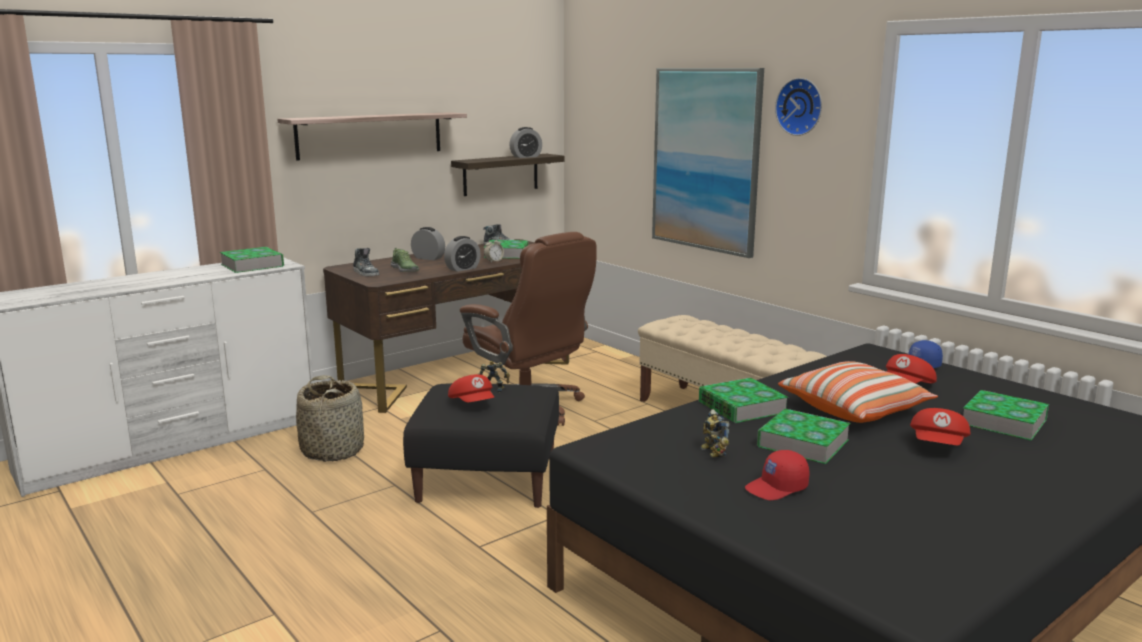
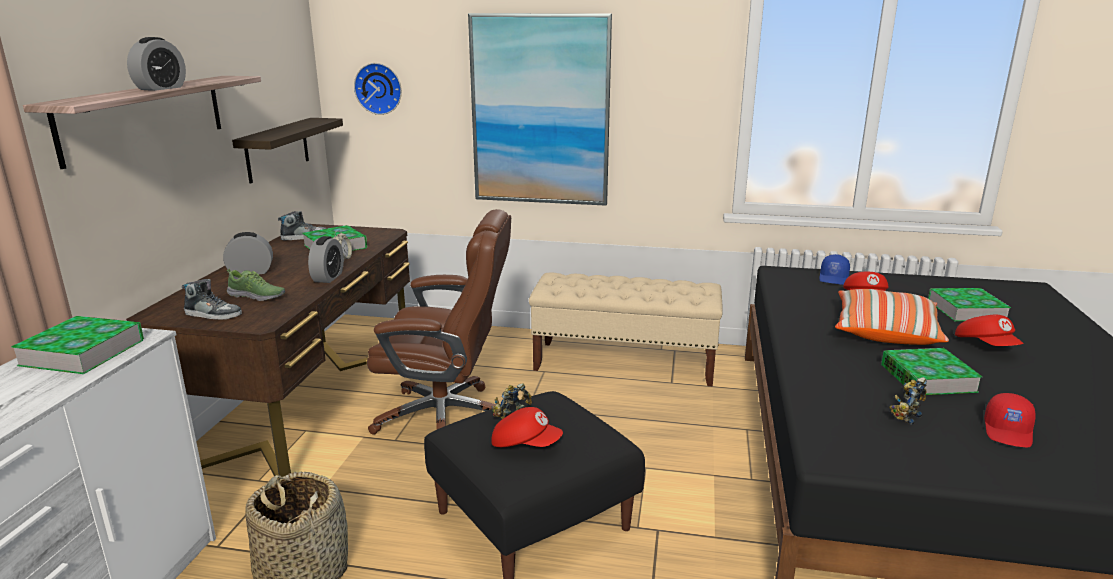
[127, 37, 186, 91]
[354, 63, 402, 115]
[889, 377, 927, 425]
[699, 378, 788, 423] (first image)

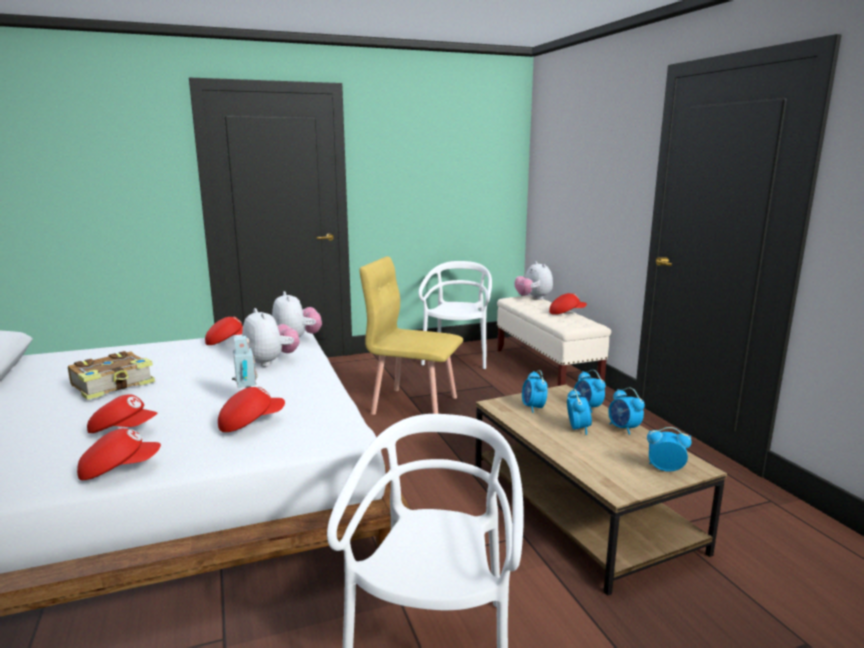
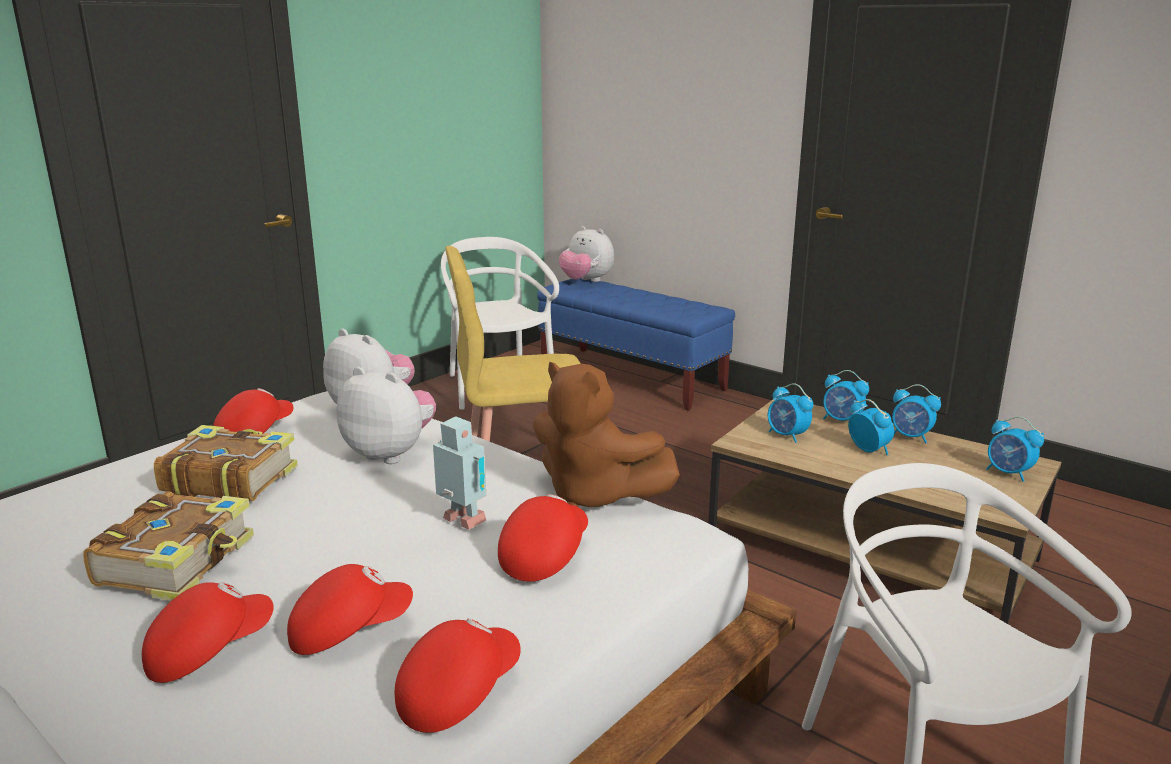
[142, 582, 274, 683]
[154, 425, 298, 501]
[533, 362, 680, 507]
[537, 278, 735, 411]
[986, 417, 1044, 482]

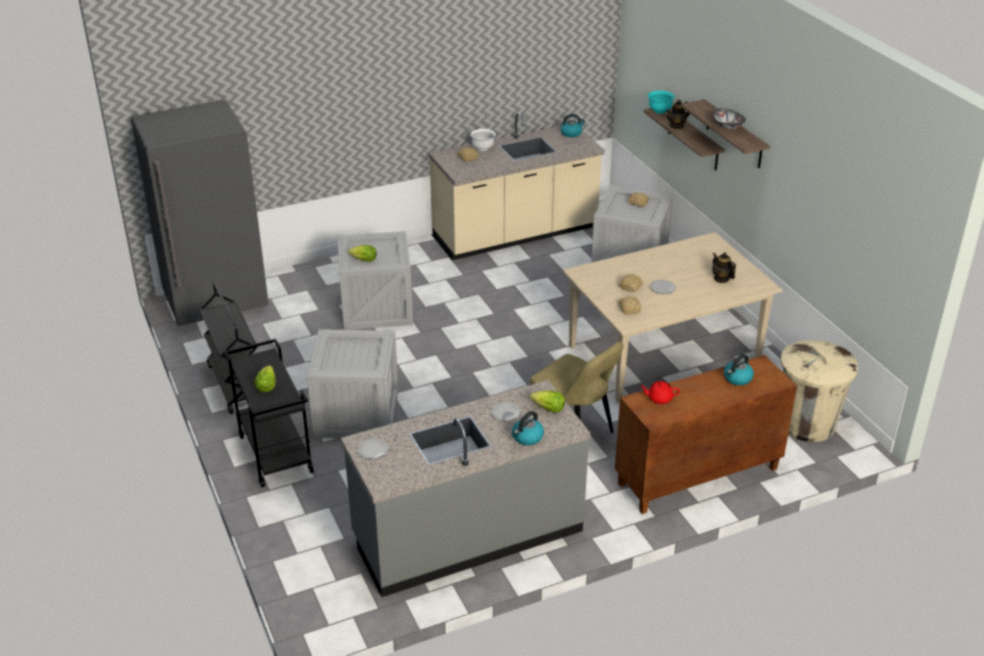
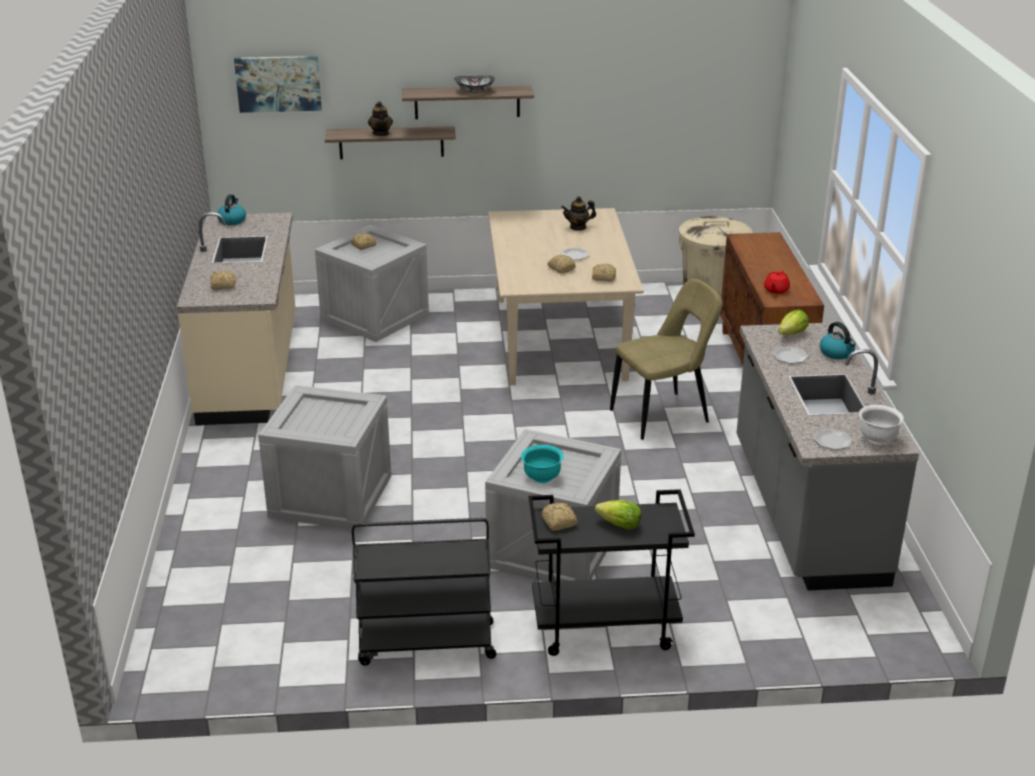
[234, 56, 322, 113]
[521, 444, 563, 483]
[542, 503, 578, 531]
[859, 405, 904, 444]
[131, 100, 269, 326] (first image)
[348, 245, 377, 262] (first image)
[724, 354, 754, 386] (first image)

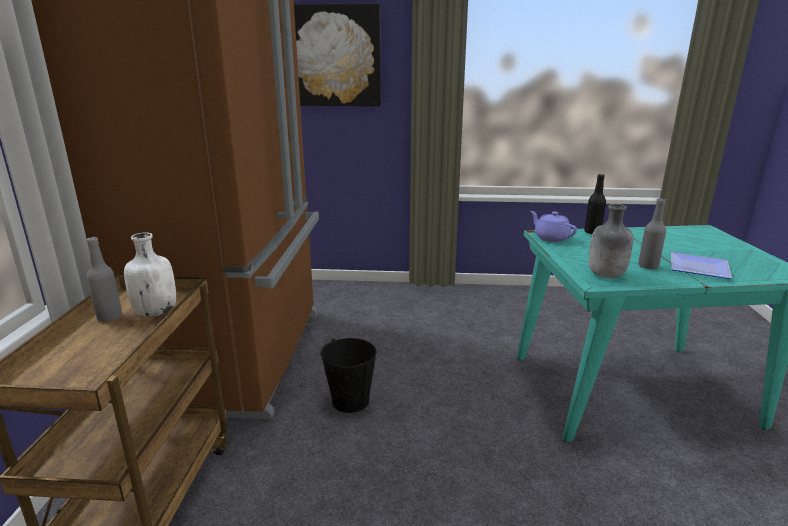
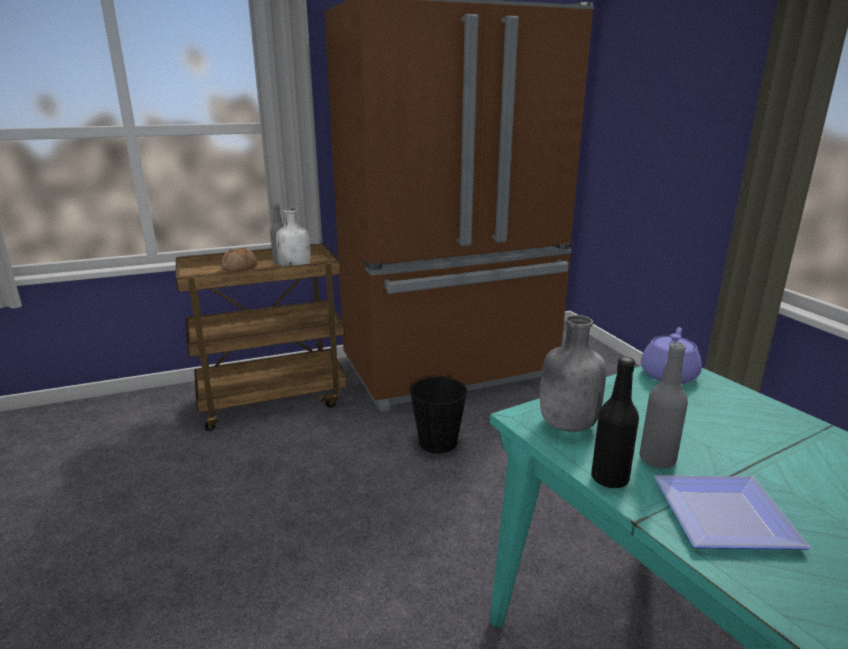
[221, 248, 258, 272]
[591, 357, 639, 488]
[294, 4, 381, 106] (first image)

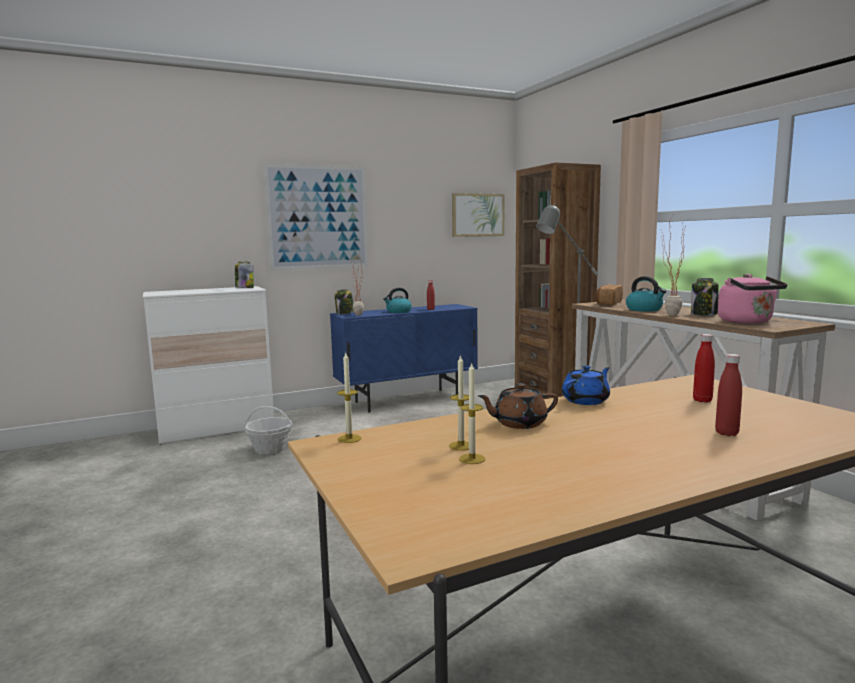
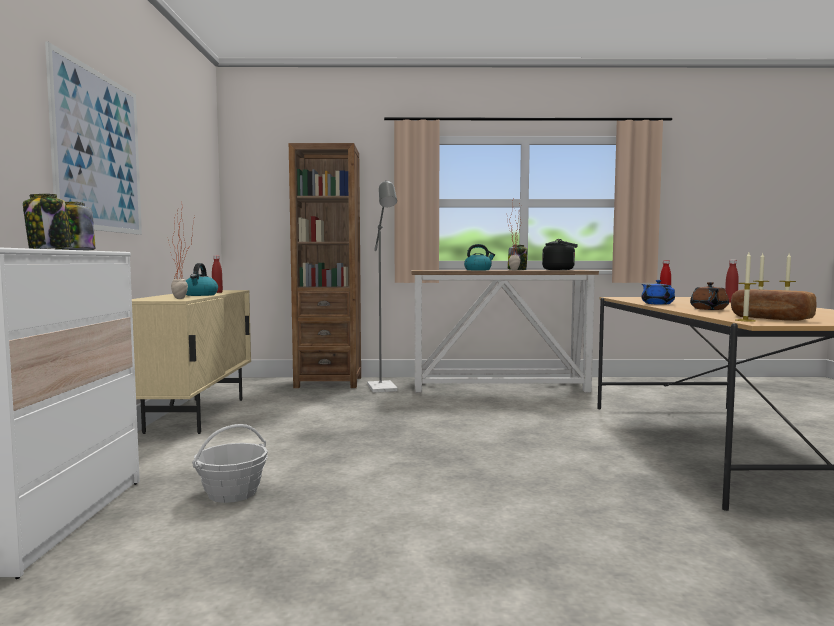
[23, 194, 72, 249]
[132, 290, 251, 434]
[542, 239, 578, 270]
[731, 289, 817, 321]
[452, 193, 504, 237] (first image)

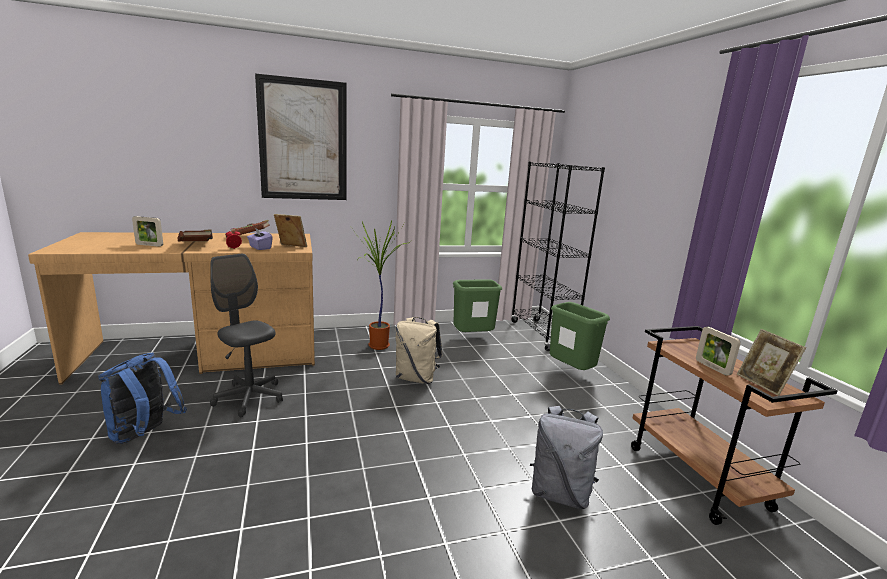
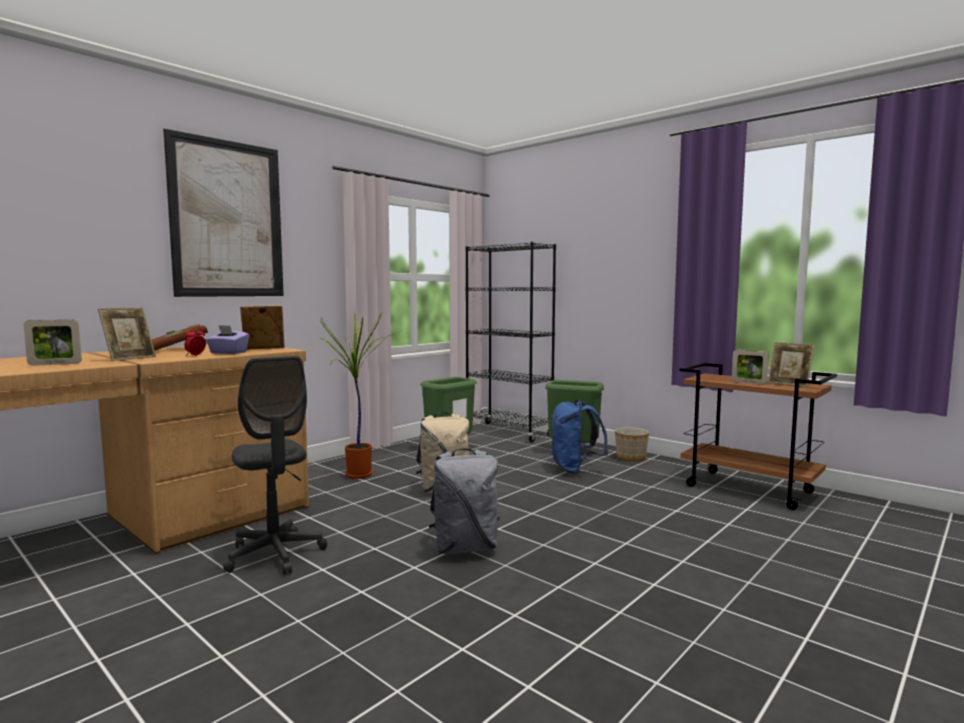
[98, 308, 156, 361]
[223, 356, 327, 575]
[429, 448, 499, 554]
[551, 400, 608, 474]
[615, 427, 649, 461]

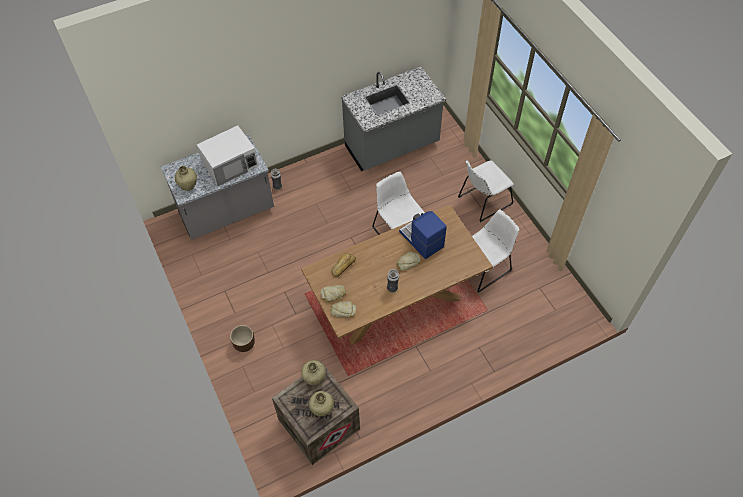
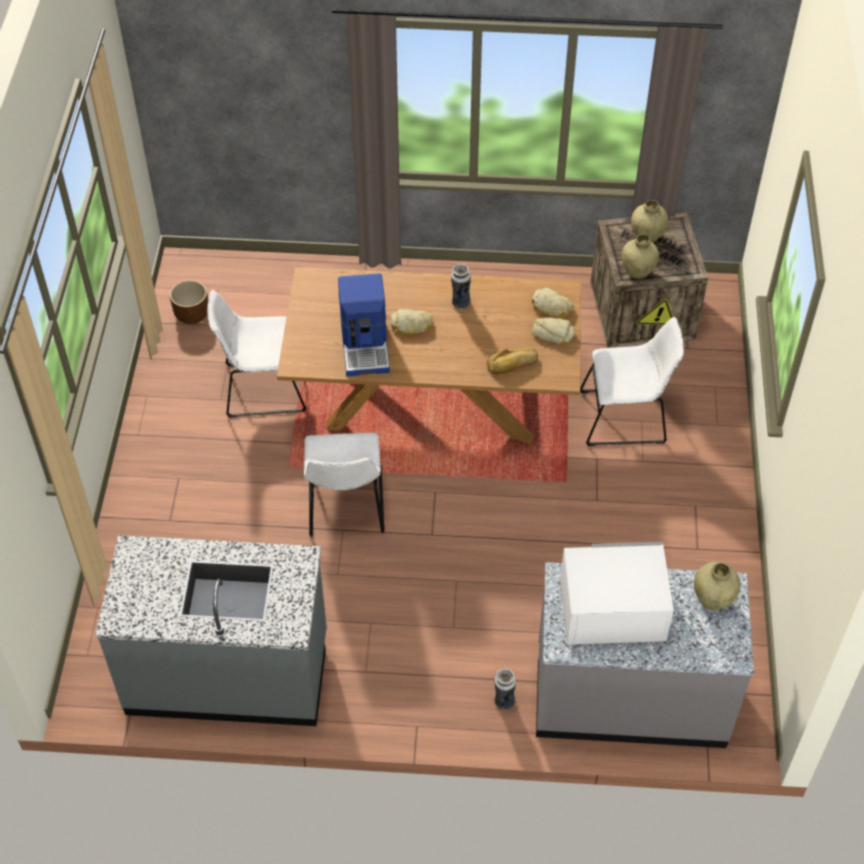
[170, 280, 208, 324]
[580, 317, 684, 446]

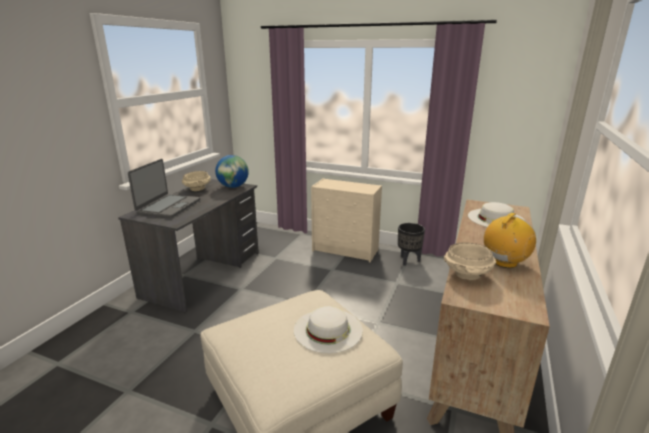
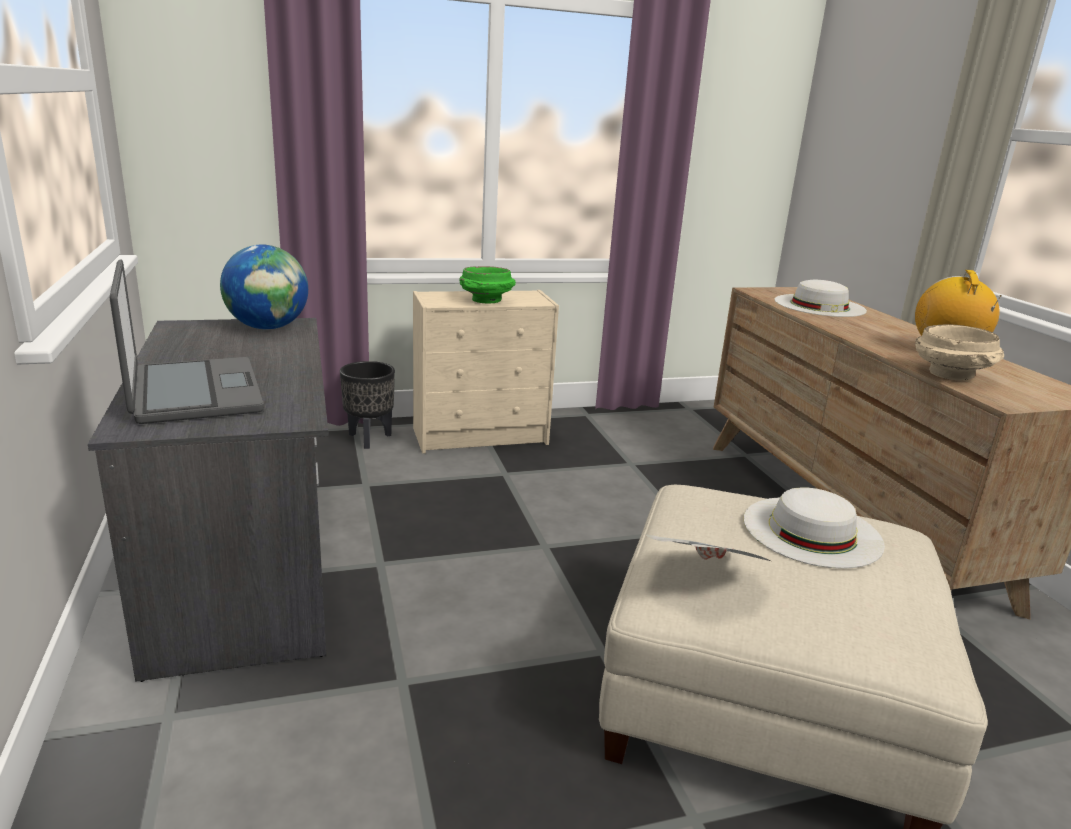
[340, 361, 395, 449]
[460, 266, 516, 303]
[644, 534, 771, 561]
[182, 171, 211, 191] (first image)

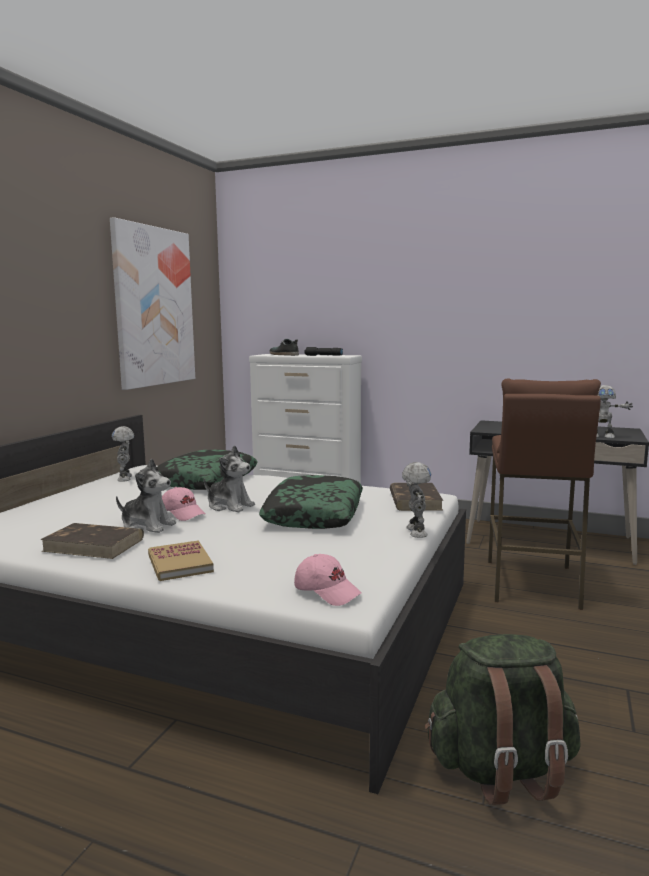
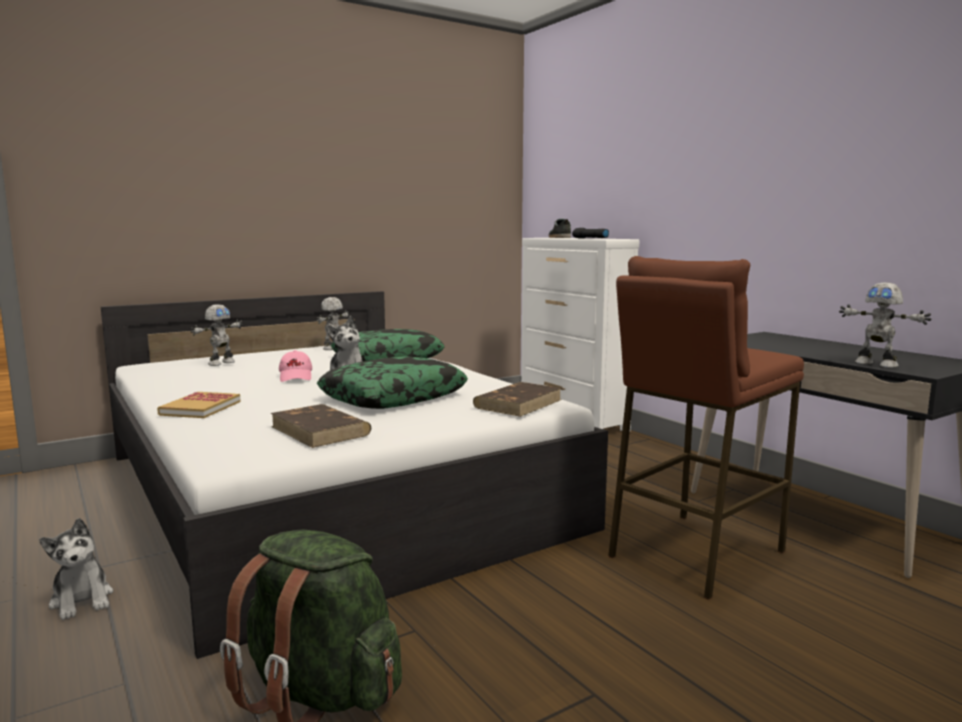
[39, 518, 113, 620]
[190, 304, 243, 366]
[270, 404, 371, 448]
[110, 217, 195, 390] (first image)
[294, 554, 362, 606] (first image)

